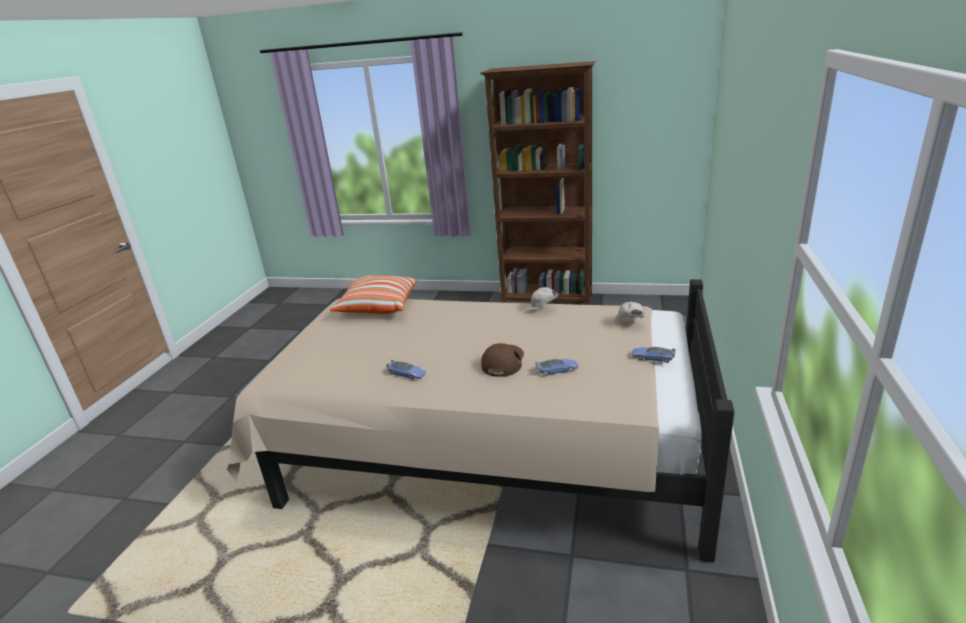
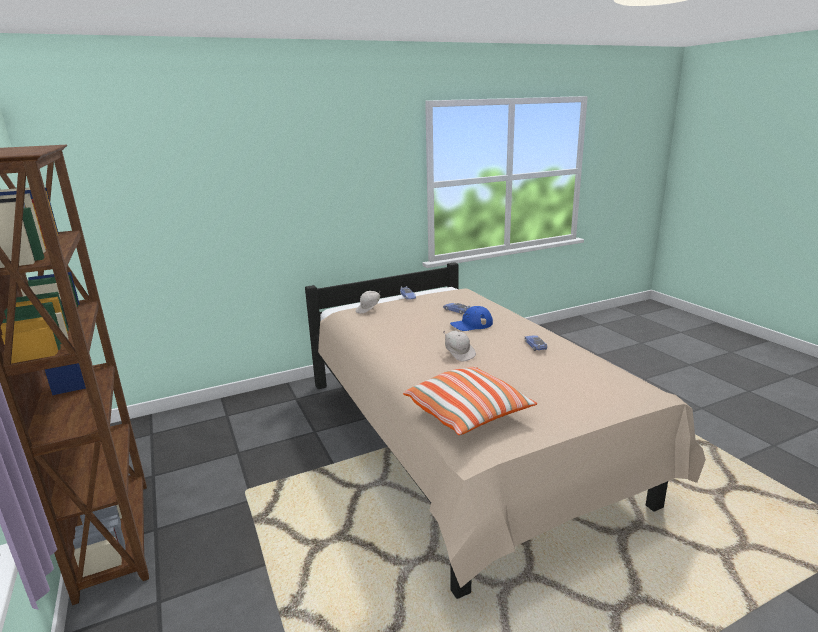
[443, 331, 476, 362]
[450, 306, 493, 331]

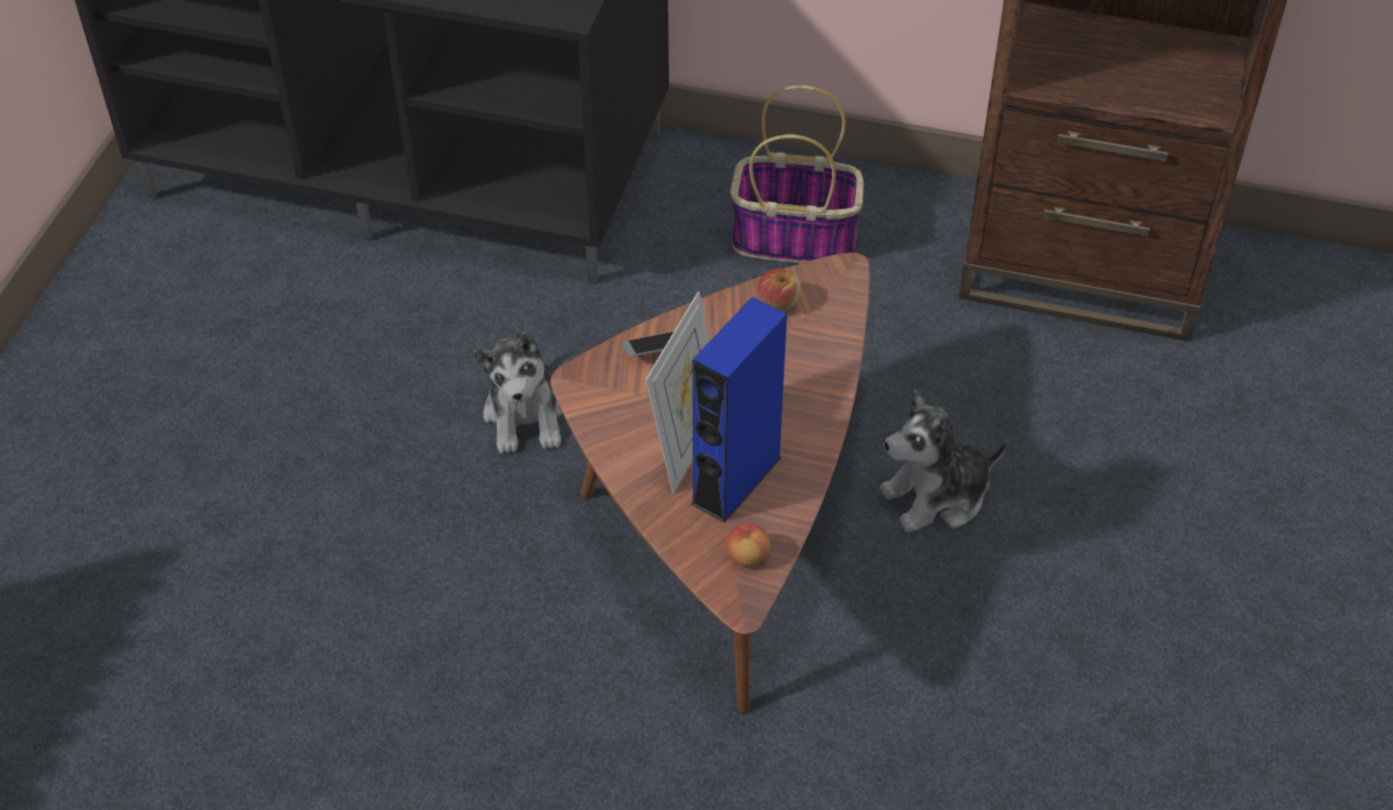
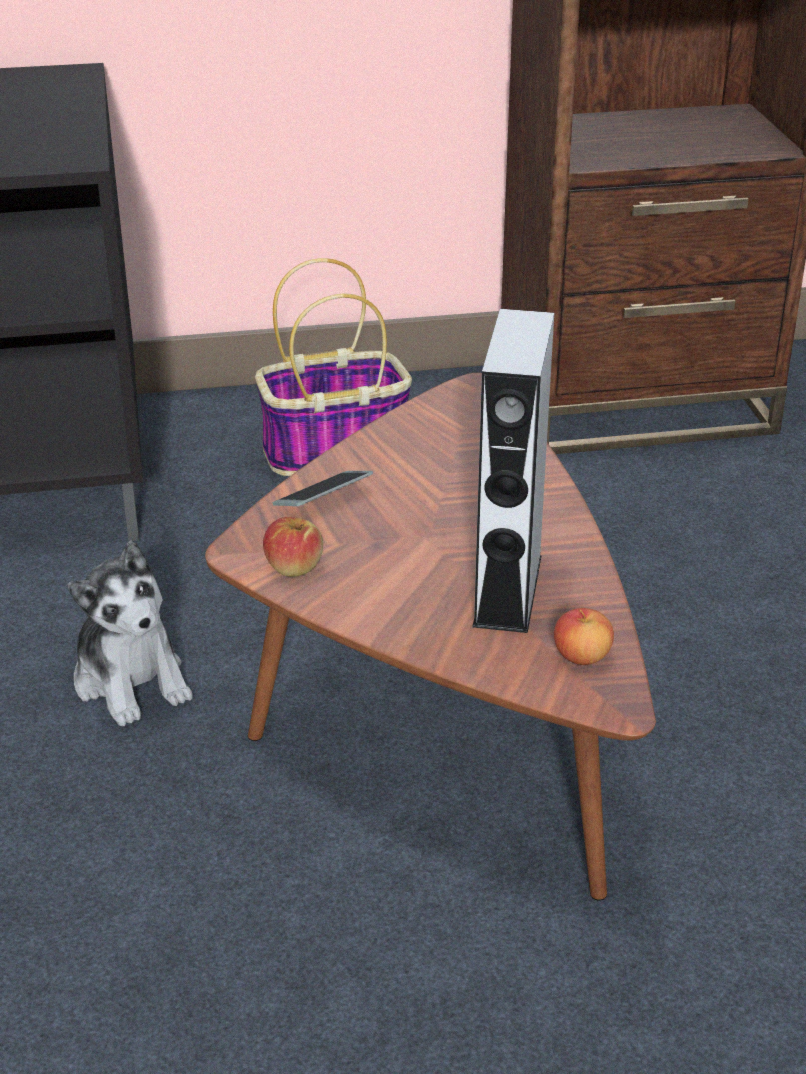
[263, 517, 323, 577]
[472, 309, 554, 633]
[645, 291, 710, 494] (first image)
[880, 390, 1008, 533] (first image)

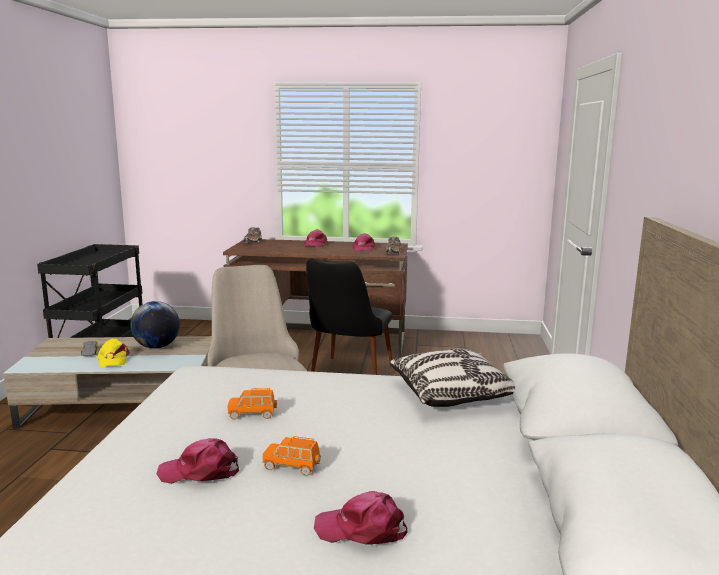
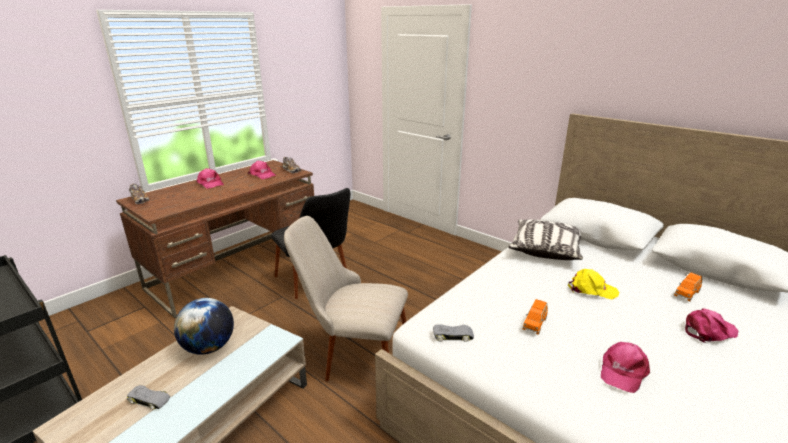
[433, 324, 474, 342]
[568, 269, 619, 299]
[674, 272, 702, 302]
[685, 308, 738, 343]

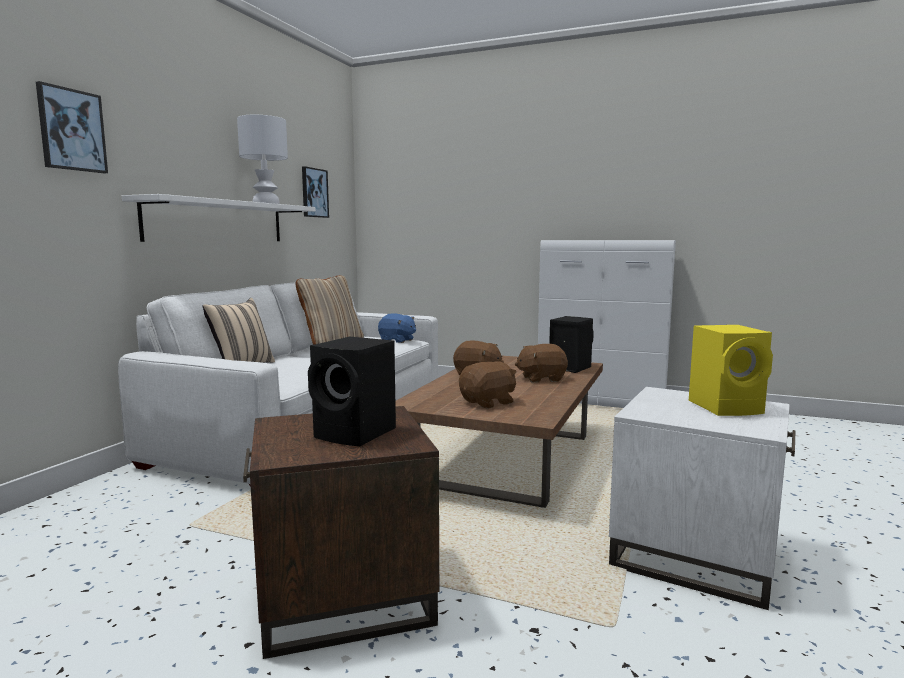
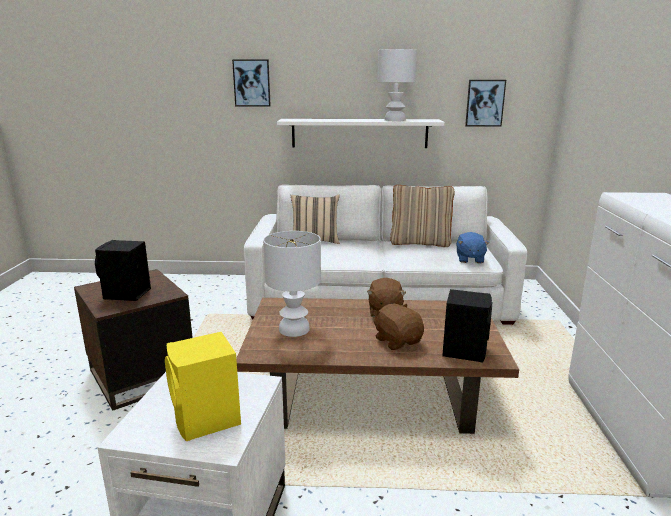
[263, 231, 321, 337]

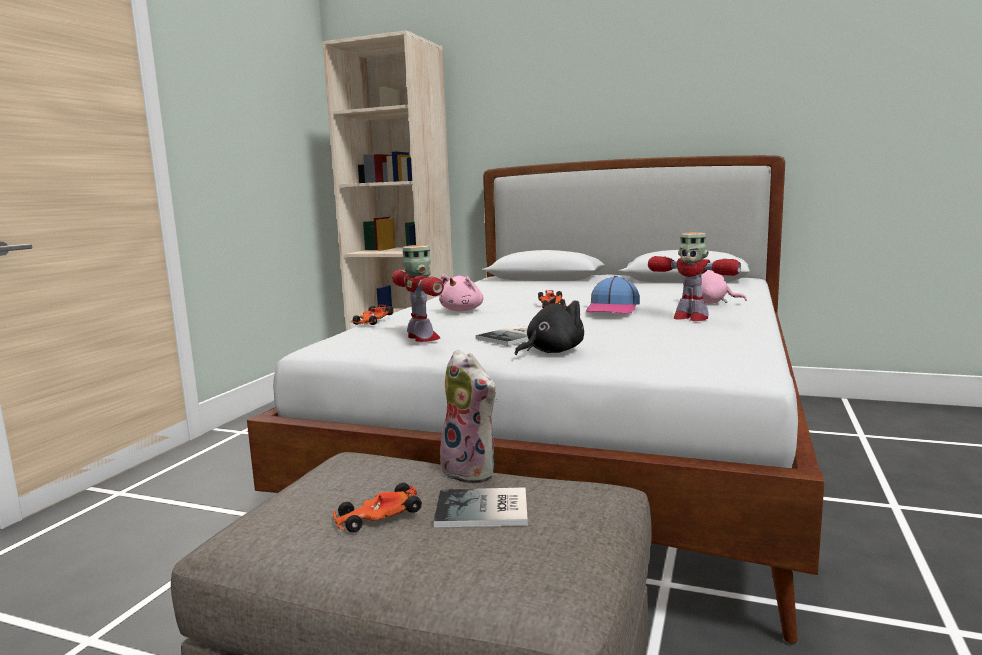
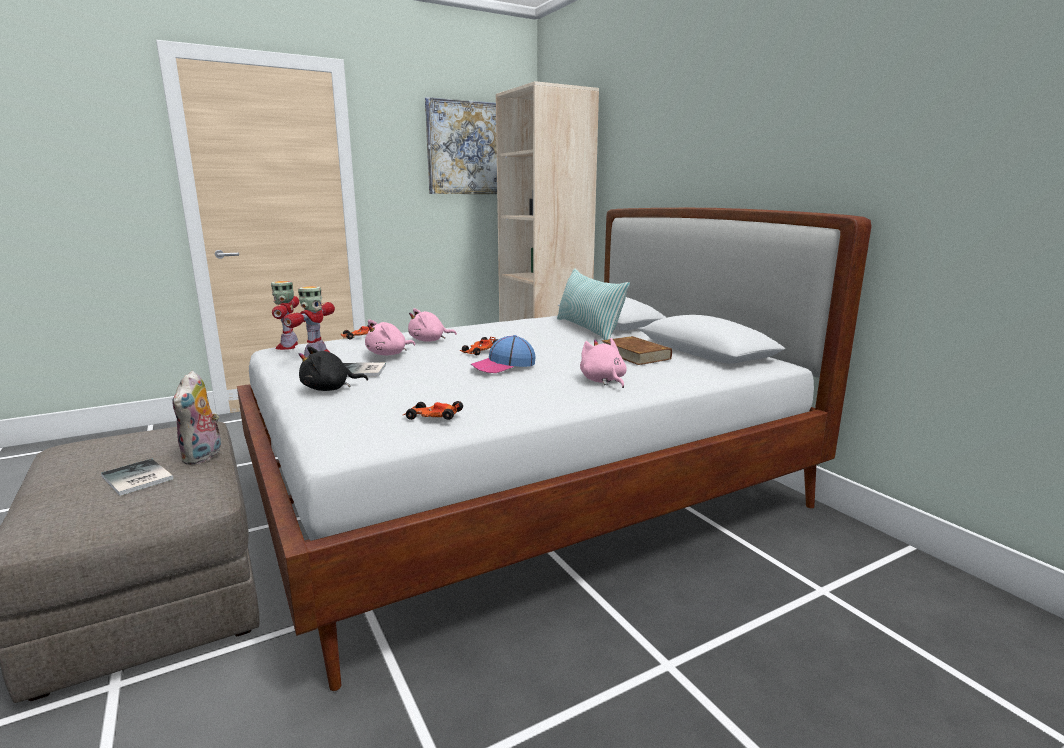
[271, 281, 299, 350]
[299, 346, 368, 391]
[365, 320, 415, 355]
[403, 401, 463, 420]
[425, 97, 497, 194]
[557, 268, 630, 340]
[602, 336, 672, 365]

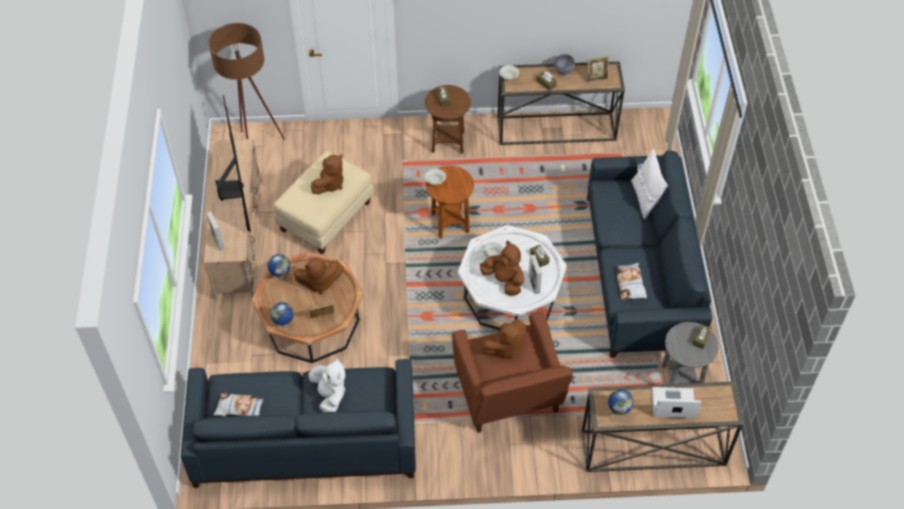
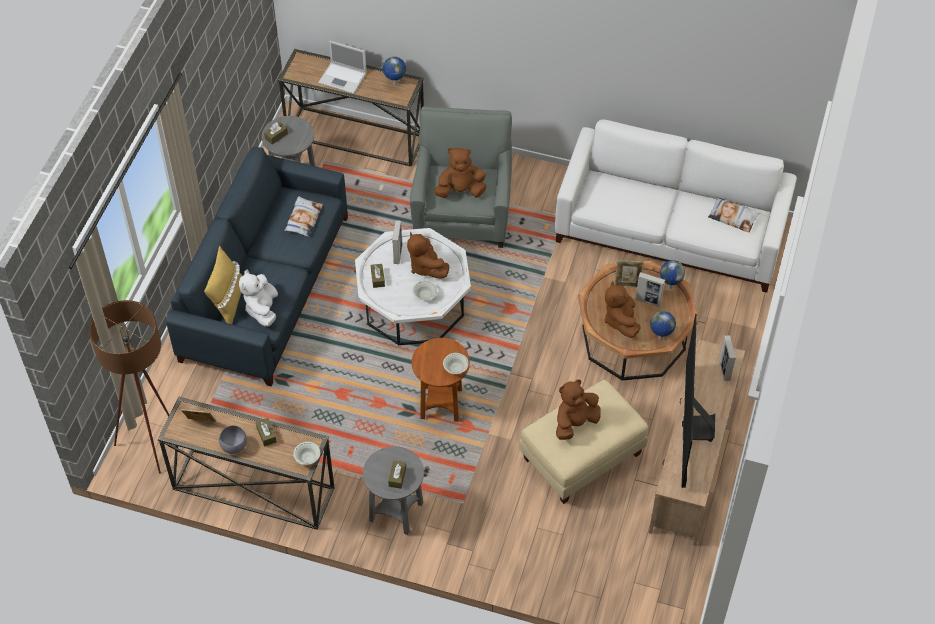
[89, 300, 169, 474]
[204, 246, 242, 324]
[239, 270, 278, 327]
[363, 446, 424, 535]
[410, 106, 512, 248]
[555, 119, 797, 293]
[604, 281, 640, 338]
[636, 272, 665, 307]

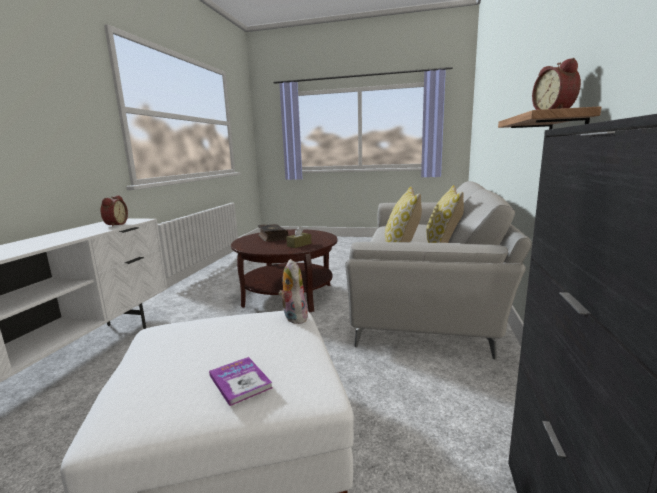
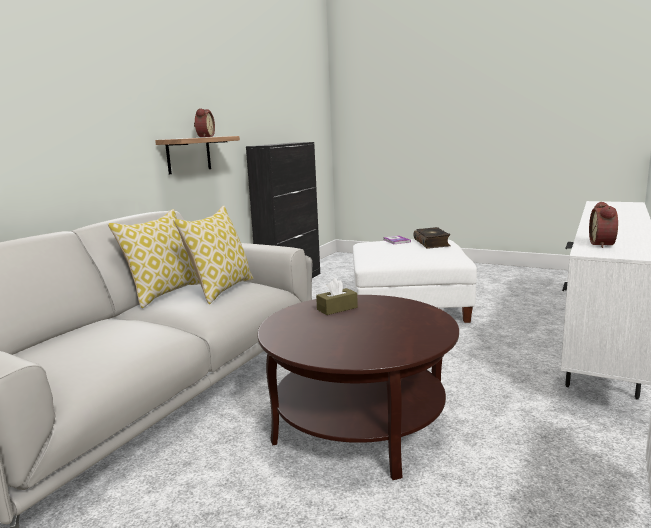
[413, 227, 451, 248]
[279, 259, 308, 324] (first image)

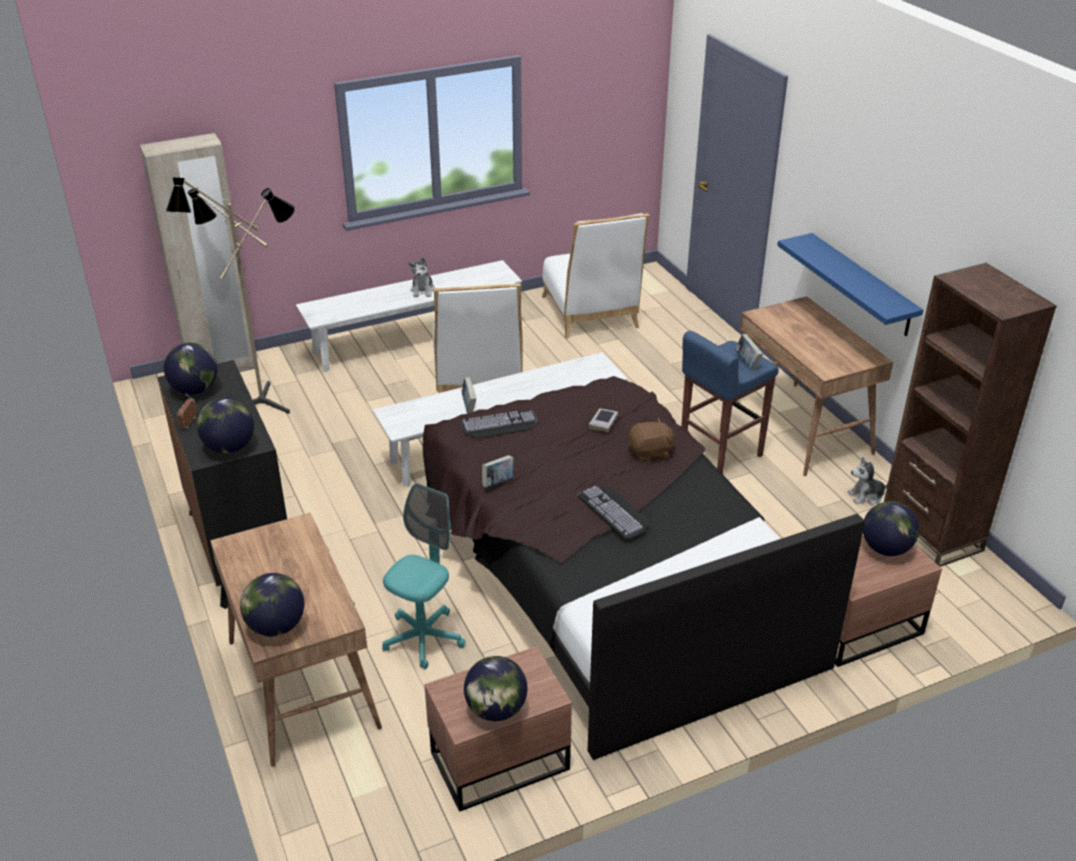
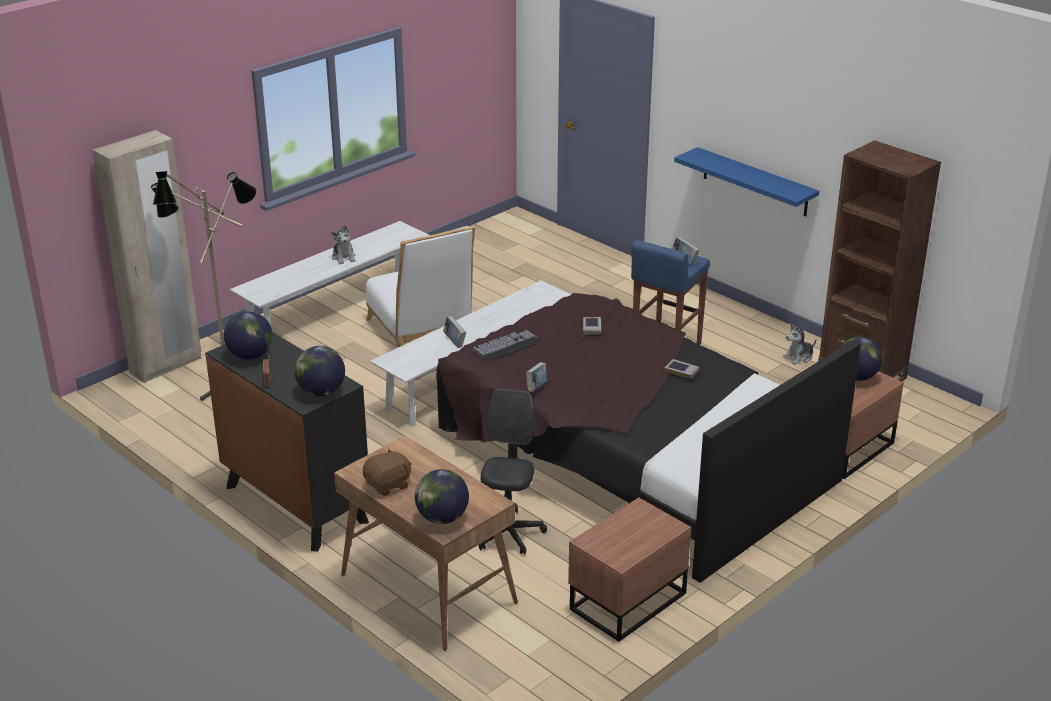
[363, 448, 411, 496]
[479, 389, 547, 554]
[664, 359, 700, 379]
[464, 656, 528, 721] (first image)
[542, 213, 650, 339] (first image)
[577, 486, 648, 539] (first image)
[740, 296, 893, 476] (first image)

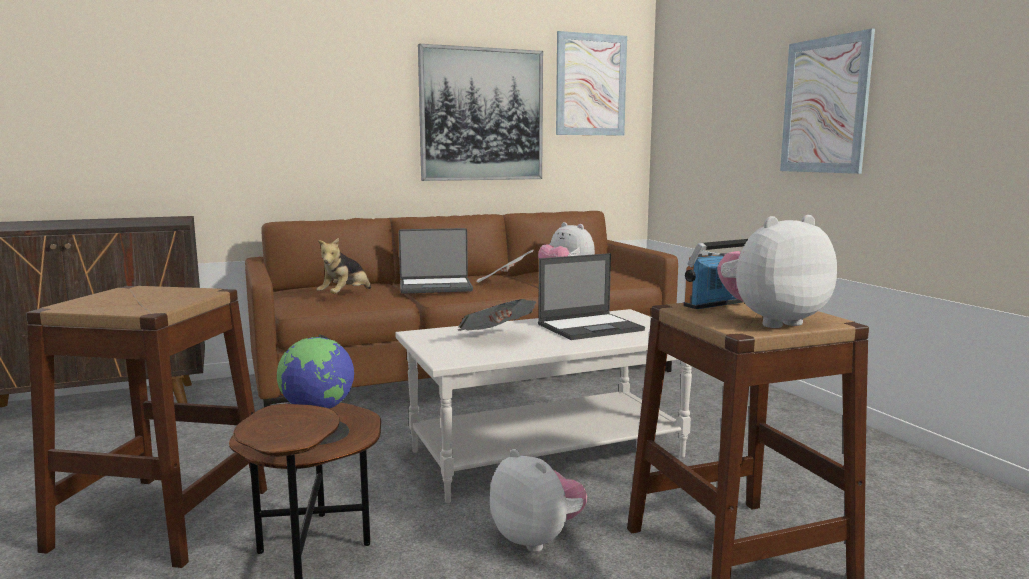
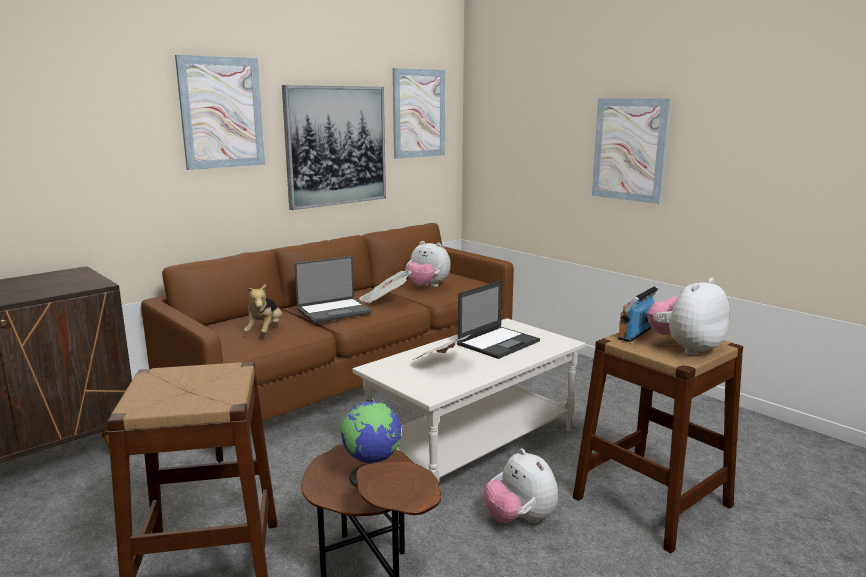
[175, 55, 265, 170]
[484, 448, 558, 524]

